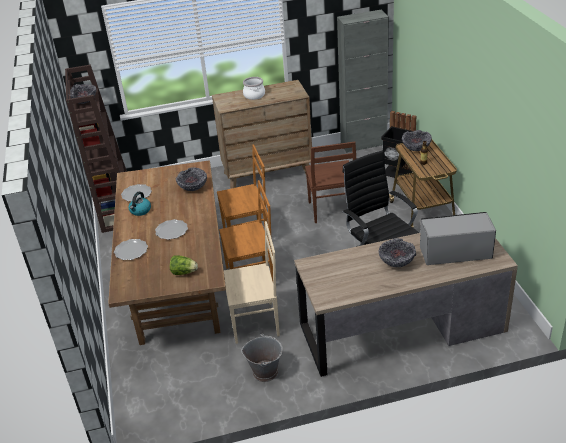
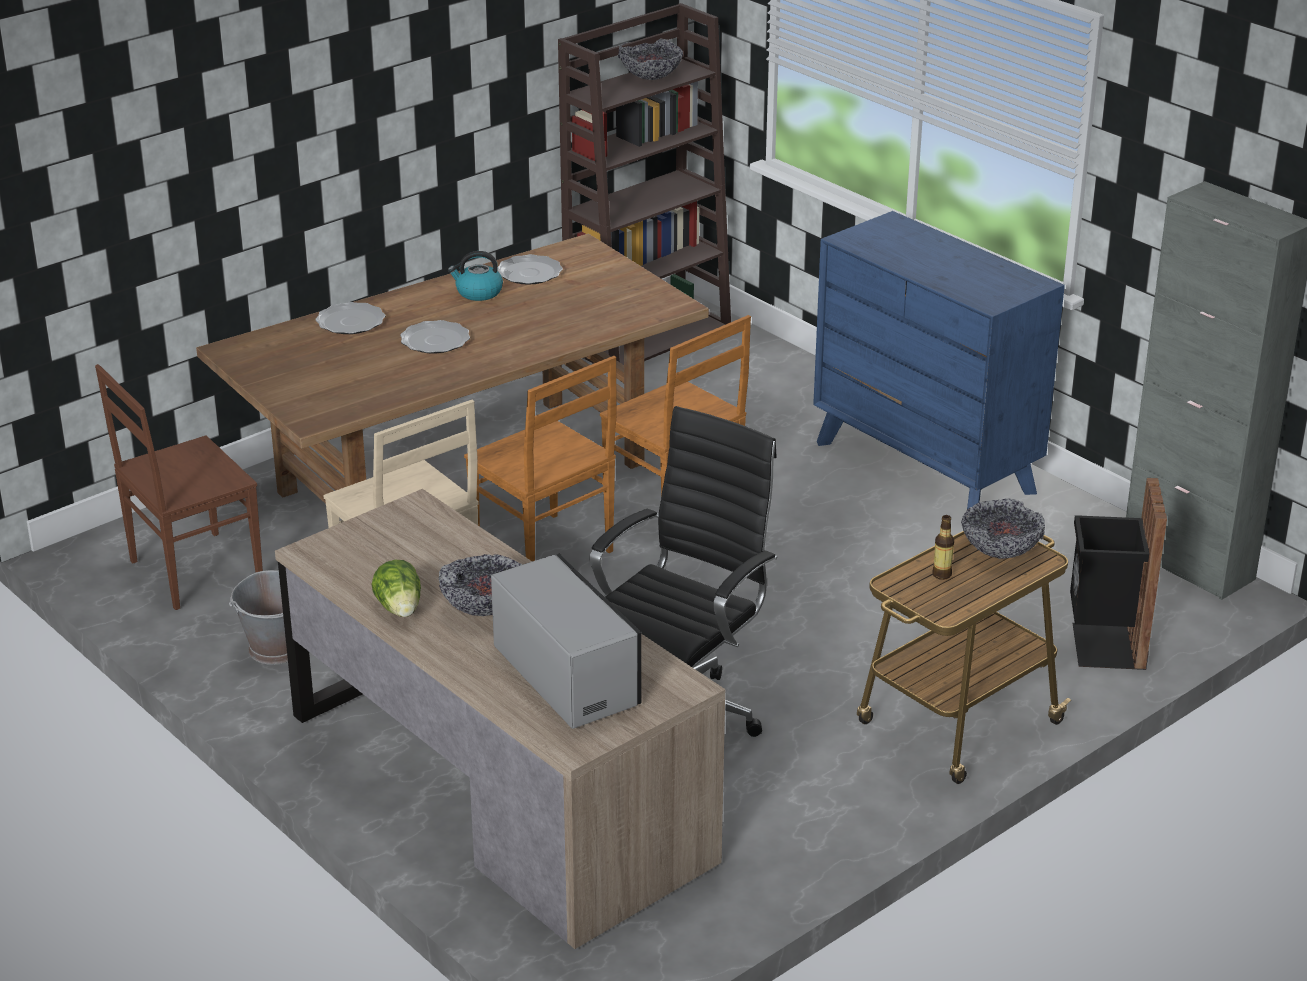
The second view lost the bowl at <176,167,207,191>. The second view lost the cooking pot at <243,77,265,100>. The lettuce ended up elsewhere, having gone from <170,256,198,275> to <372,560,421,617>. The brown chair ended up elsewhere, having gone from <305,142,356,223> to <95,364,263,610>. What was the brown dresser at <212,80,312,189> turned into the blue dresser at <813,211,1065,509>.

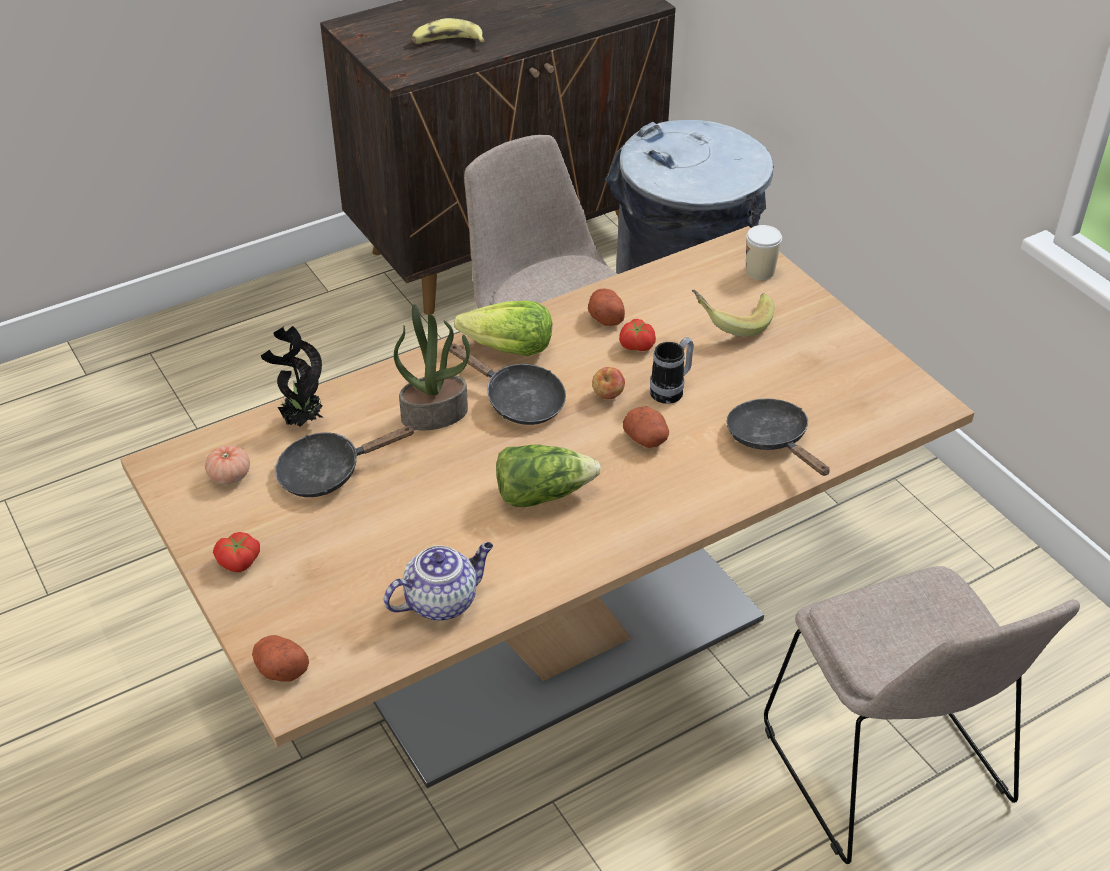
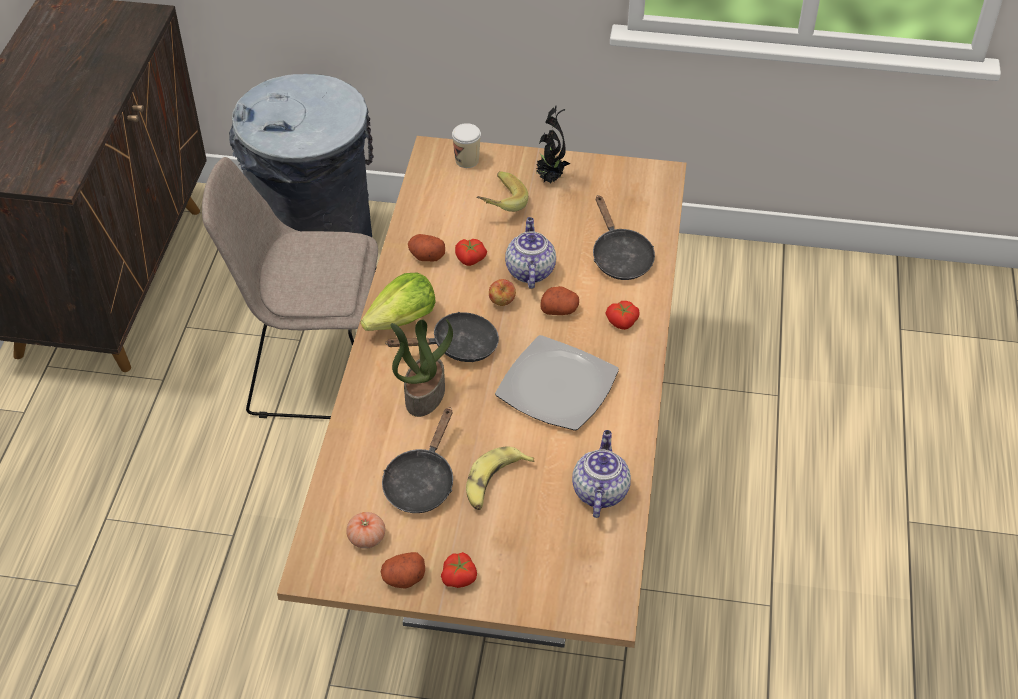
The second view lost the beige chair at <764,566,1080,864>. The second view gained the tomato at <606,301,639,330>. The potato ended up elsewhere, having gone from <252,635,309,682> to <381,552,425,589>. The potted plant ended up elsewhere, having gone from <261,326,324,427> to <535,105,571,183>. The banana ended up elsewhere, having gone from <412,18,485,44> to <466,446,534,510>. Where the lettuce stood at <496,444,601,507>, the plate came to stand at <495,335,619,431>. Where the mug stood at <650,337,694,404>, the teapot came to stand at <505,217,556,289>. The black frying pan at <727,399,830,476> ended up facing another way, 120 degrees counterclockwise from before.

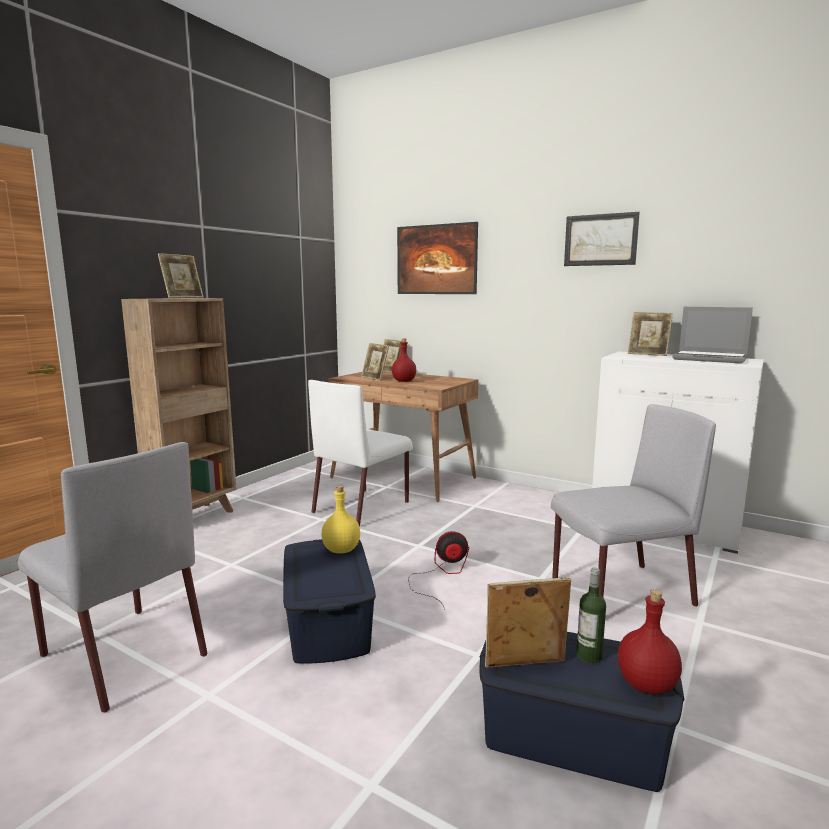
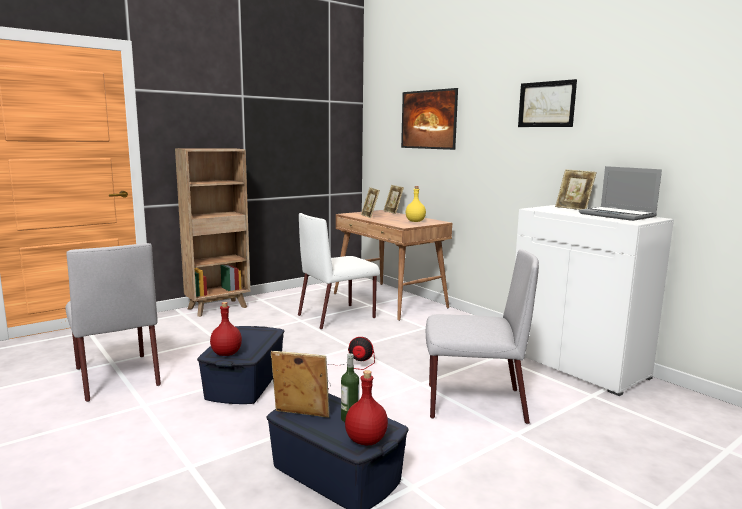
The second view lost the picture frame at <158,253,204,298>. The yellow bottle ended up elsewhere, having gone from <322,485,360,553> to <406,186,426,222>. The red bottle ended up elsewhere, having gone from <392,339,416,382> to <210,302,242,356>.

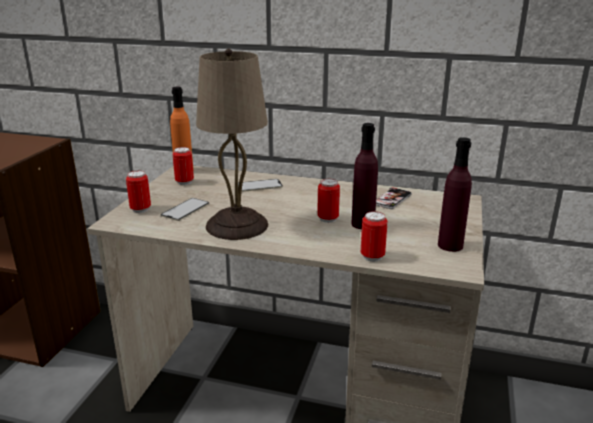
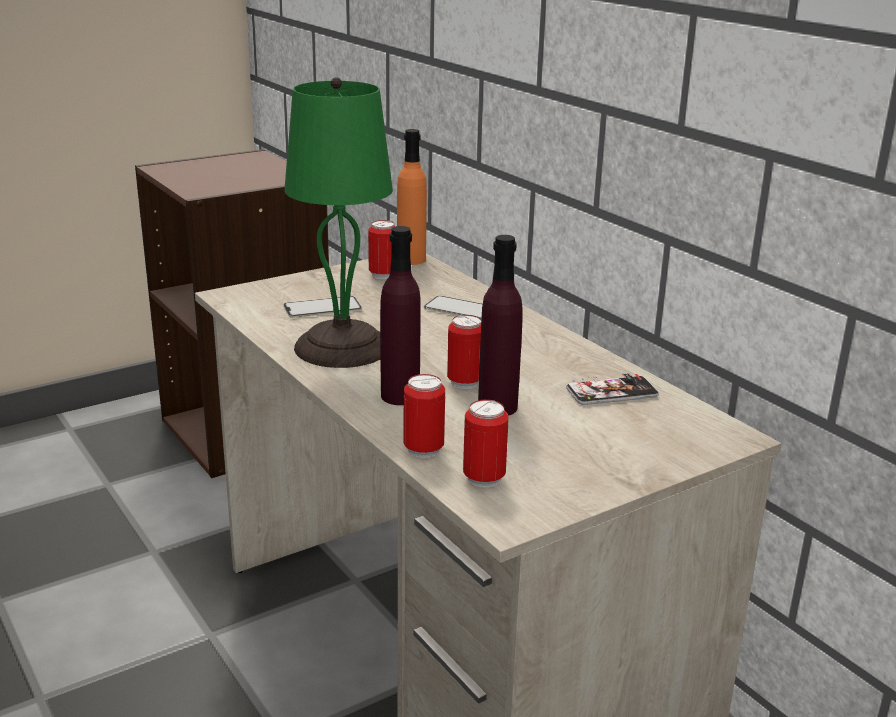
The can ended up elsewhere, having gone from <126,170,151,213> to <463,400,508,488>. The purple bottle ended up elsewhere, having gone from <438,137,472,252> to <380,226,421,405>. What was the beige table lamp at <196,48,268,240> turned into the green table lamp at <284,77,393,368>.

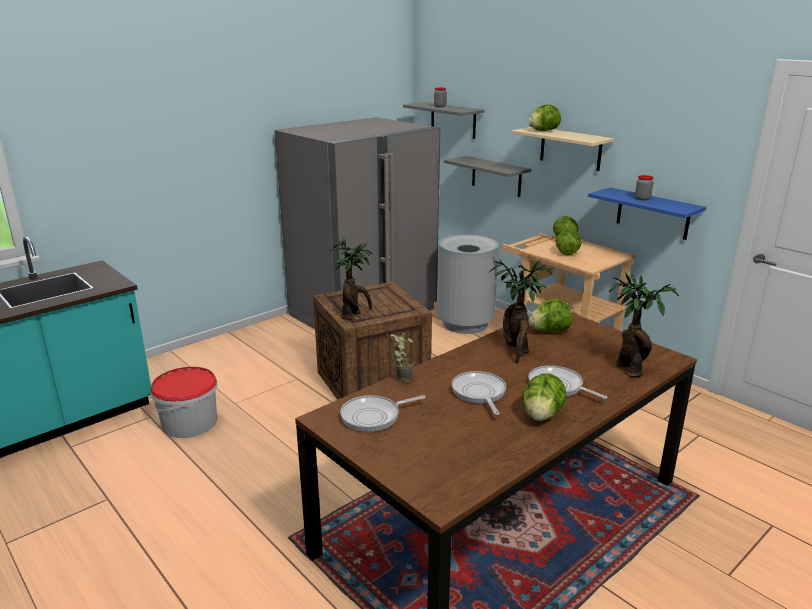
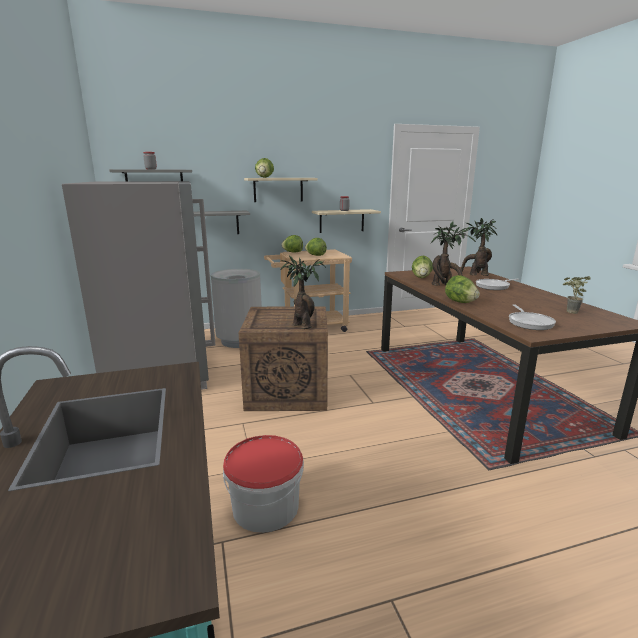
The second view lost the frying pan at <451,371,506,415>. The potted plant ended up elsewhere, having gone from <391,331,414,383> to <563,276,590,314>. The lettuce ended up elsewhere, having gone from <521,373,566,421> to <445,275,480,303>. What was the blue shelf at <588,187,706,240> turned into the beige shelf at <312,209,381,233>.

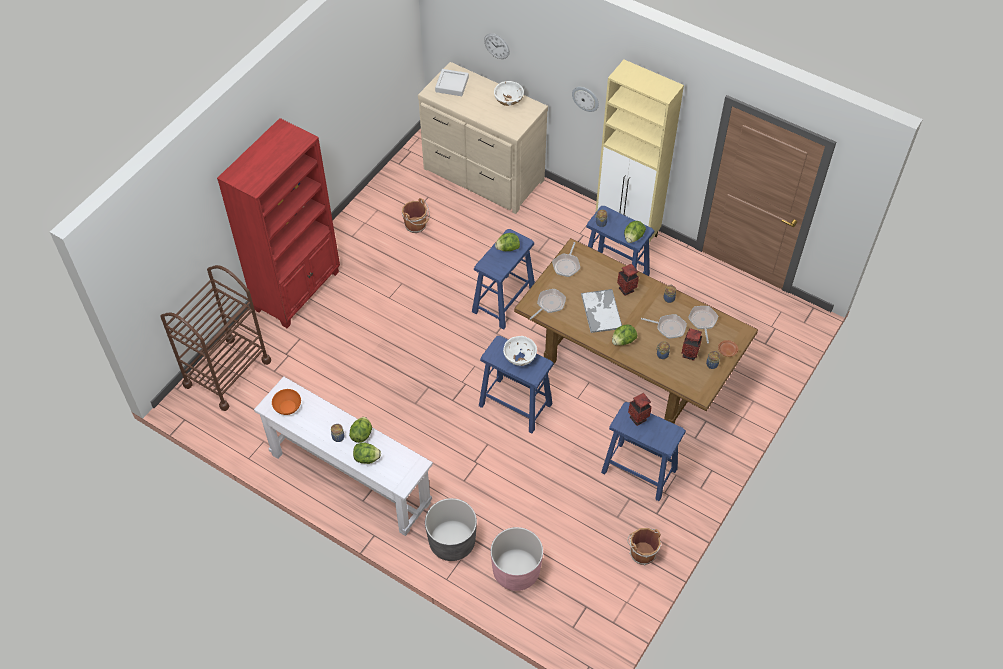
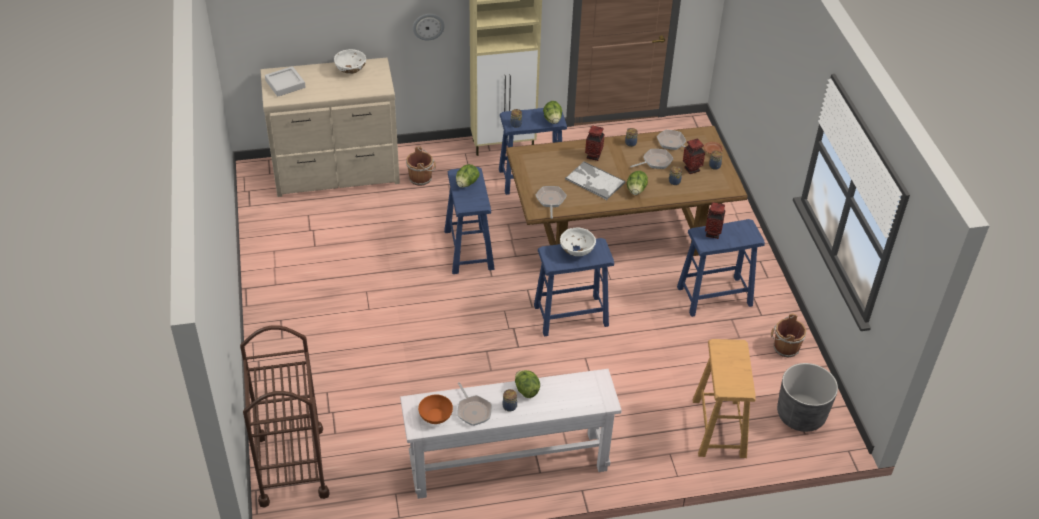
The second view lost the red bookcase at <217,118,340,328>. The second view lost the lettuce at <353,443,381,464>. The second view lost the wall clock at <484,33,510,59>. The brown bucket ended up elsewhere, having gone from <402,198,430,233> to <406,146,436,186>. The grey planter ended up elsewhere, having gone from <425,498,477,561> to <777,363,838,432>. The frying pan ended up elsewhere, having gone from <552,242,580,277> to <457,382,492,426>. Where the pink planter stood at <491,527,543,591>, the beige stool came to stand at <693,339,756,458>.

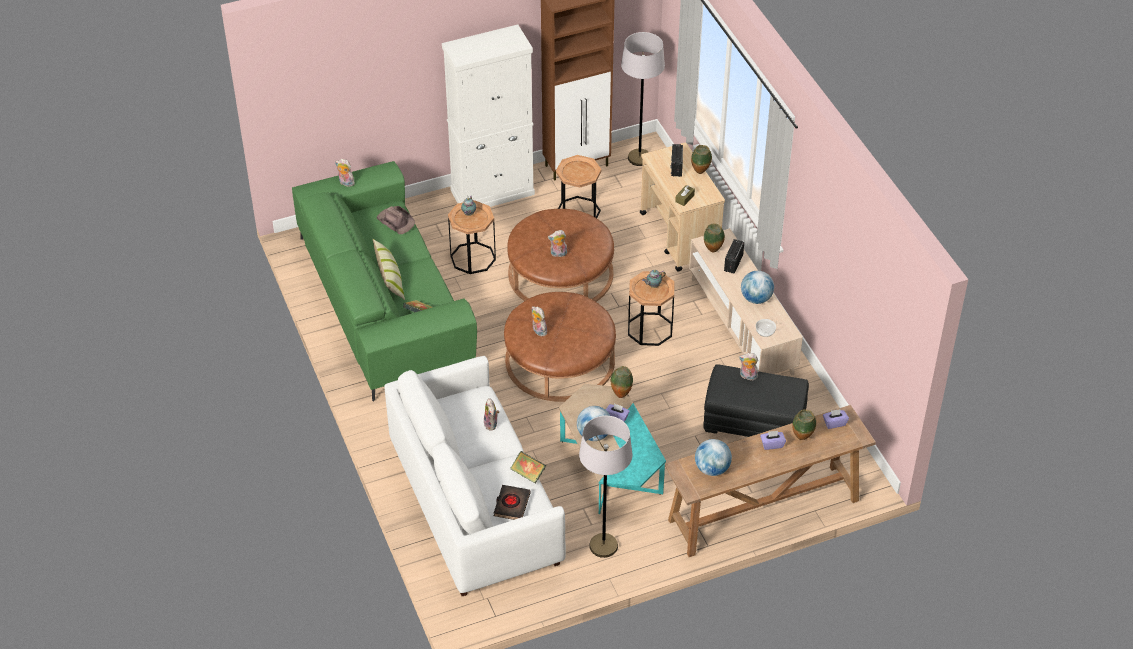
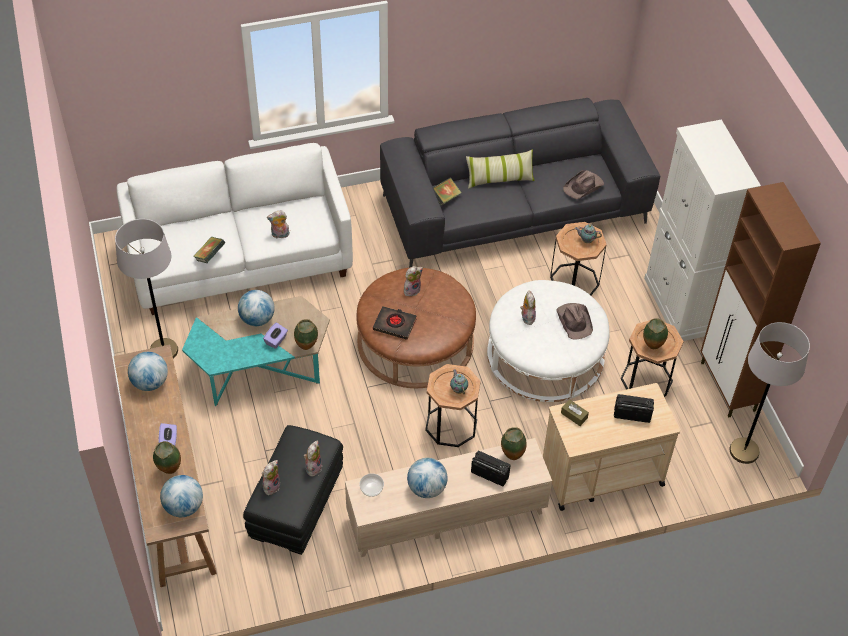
The second view gained the brown hat at <556,303,593,339>. The plush toy ended up elsewhere, having gone from <335,159,355,187> to <262,460,280,495>. The black book ended up elsewhere, having gone from <494,485,530,520> to <373,306,417,340>. The vase ended up elsewhere, having gone from <691,145,712,174> to <643,318,668,349>. Where the purple tissue box stood at <823,409,849,429>, the globe came to stand at <160,475,203,517>. What was the green sofa at <292,161,477,401> turned into the grey sofa at <380,98,660,268>. What was the brown ottoman at <507,209,614,302> turned into the white ottoman at <487,280,610,402>.

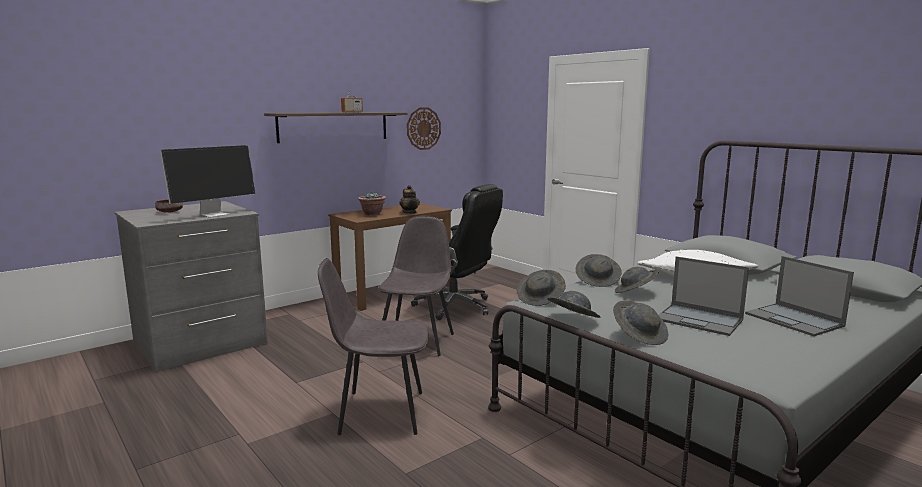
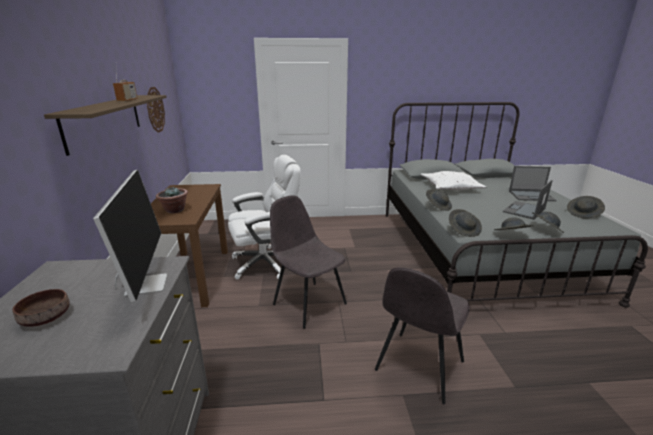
The second view lost the teapot at <399,185,420,214>. The grey hat ended up elsewhere, having gone from <615,267,659,293> to <567,196,605,218>. What was the black office chair at <411,184,503,320> turned into the white office chair at <228,155,301,280>. The laptop at <659,256,749,336> ended up facing another way, 150 degrees clockwise from before.

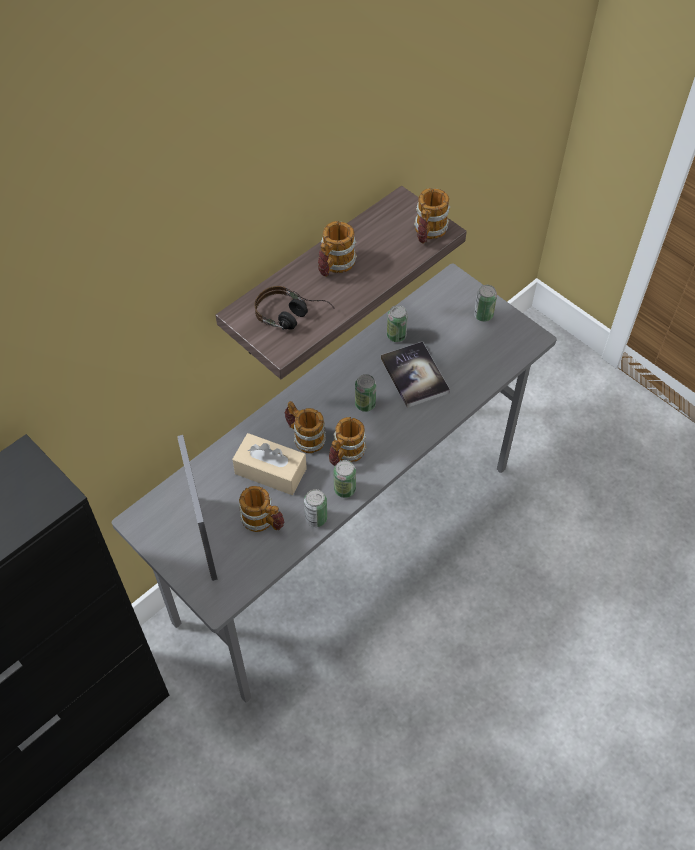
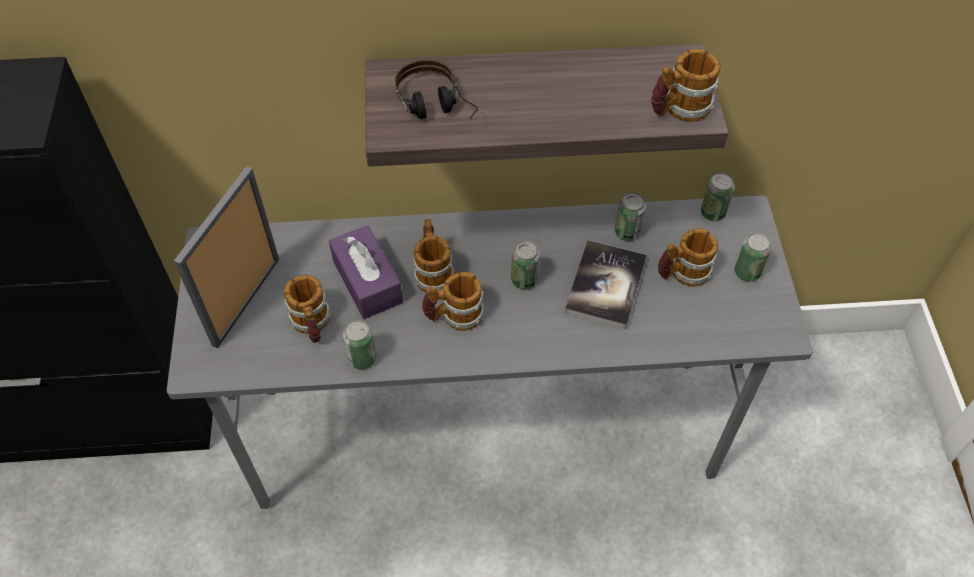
The mug ended up elsewhere, having gone from <318,221,357,277> to <658,229,718,287>. The can ended up elsewhere, having gone from <334,460,356,498> to <700,173,735,221>. What was the beige tissue box at <232,433,307,495> turned into the purple tissue box at <329,225,403,319>.

